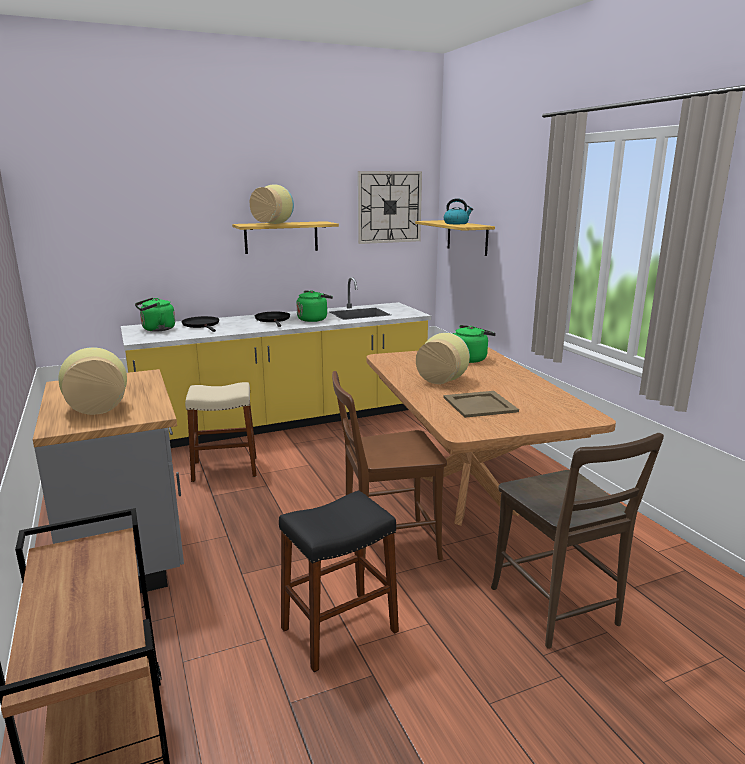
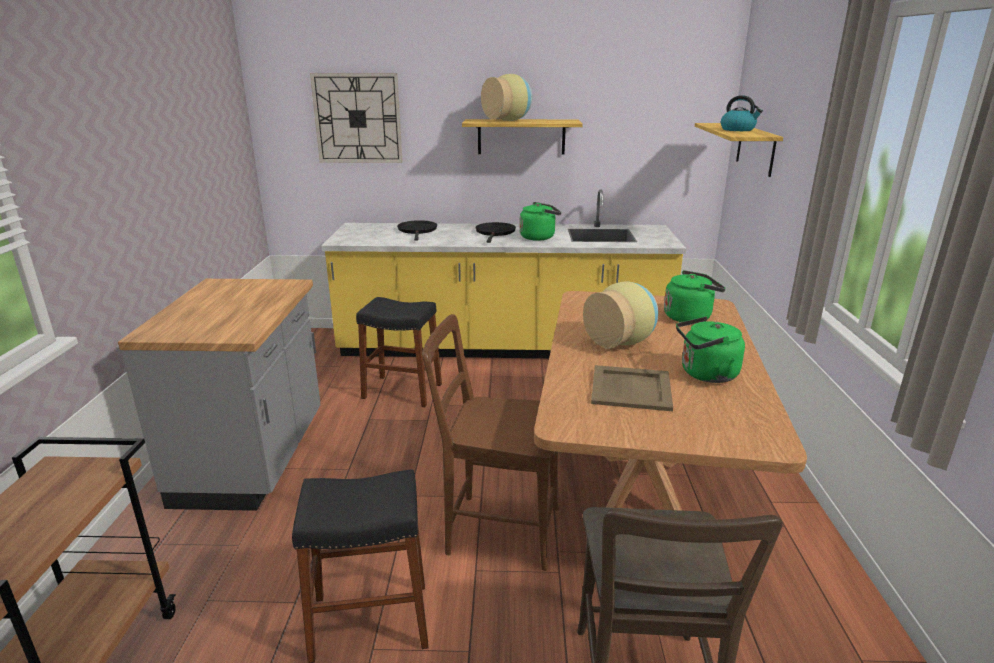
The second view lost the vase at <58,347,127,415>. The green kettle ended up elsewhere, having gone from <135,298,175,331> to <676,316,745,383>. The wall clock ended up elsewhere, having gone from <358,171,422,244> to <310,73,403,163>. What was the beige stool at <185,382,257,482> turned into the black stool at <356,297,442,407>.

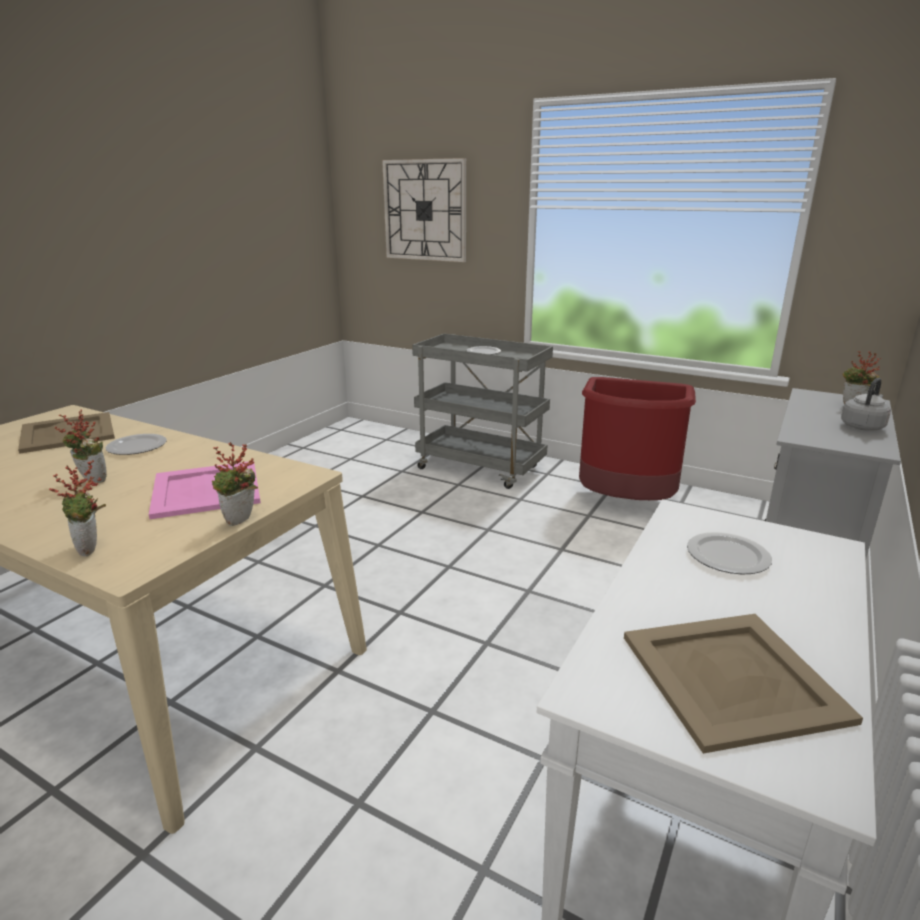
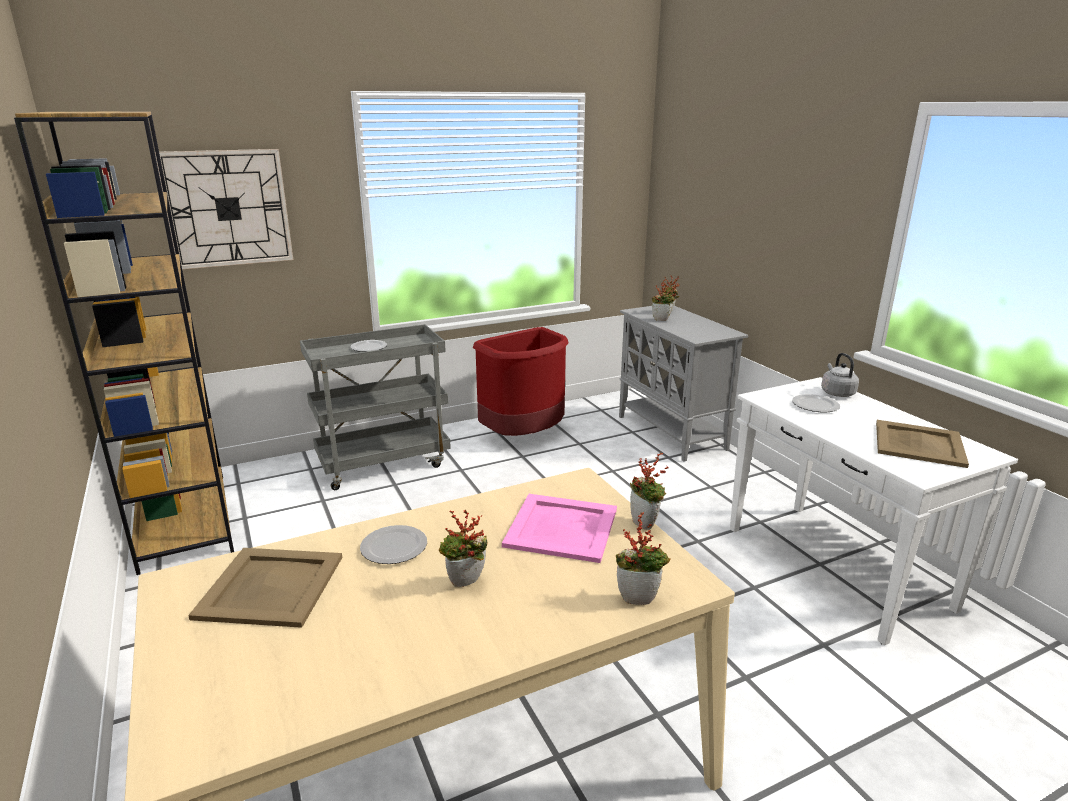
The second view gained the brown bookcase at <14,111,234,575>. The second view gained the potted plant at <652,279,675,321>. The grey kettle ended up elsewhere, having gone from <841,378,891,430> to <821,353,859,397>.

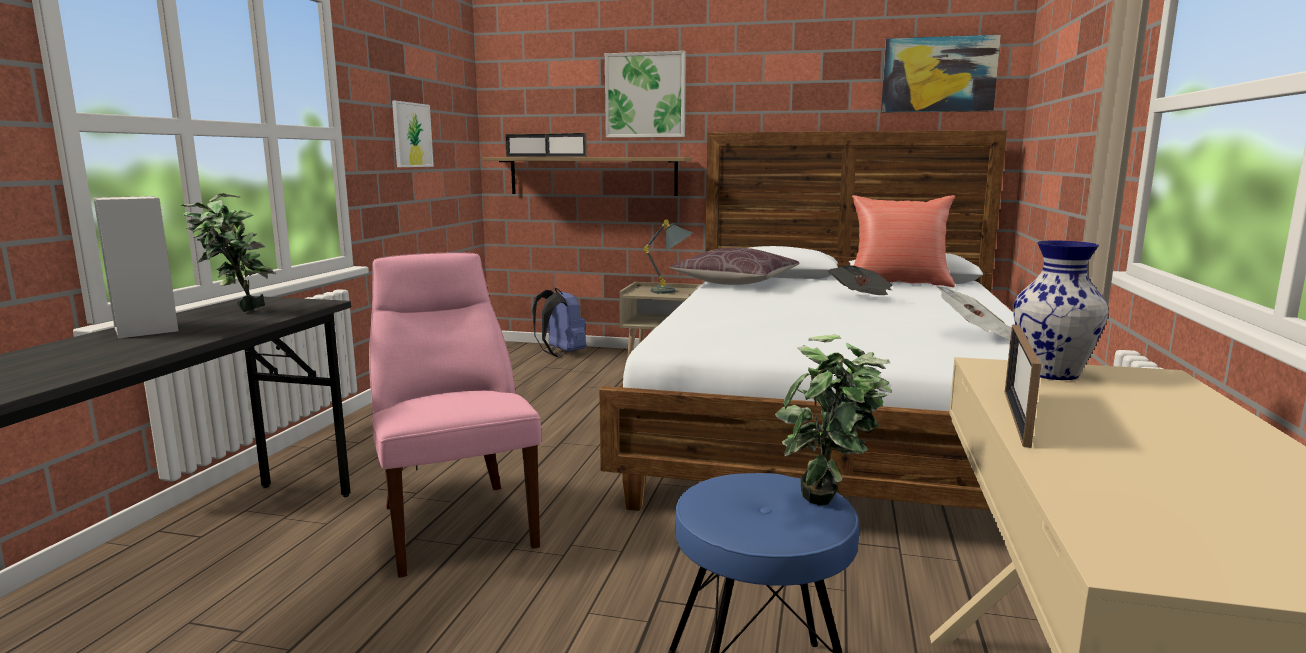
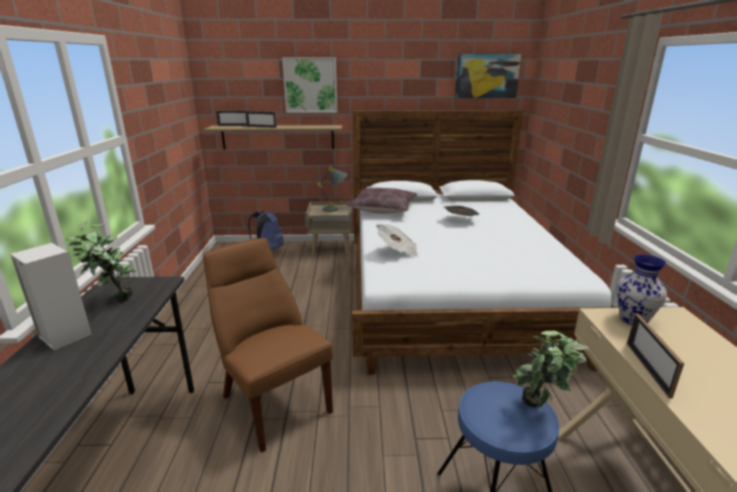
The second view lost the picture at <392,101,434,167>. The second view lost the red pillow at <852,195,955,287>. The newspaper ended up elsewhere, having gone from <936,285,1012,340> to <376,224,418,257>. What was the pink chair at <369,252,541,578> turned into the brown chair at <203,238,333,453>.

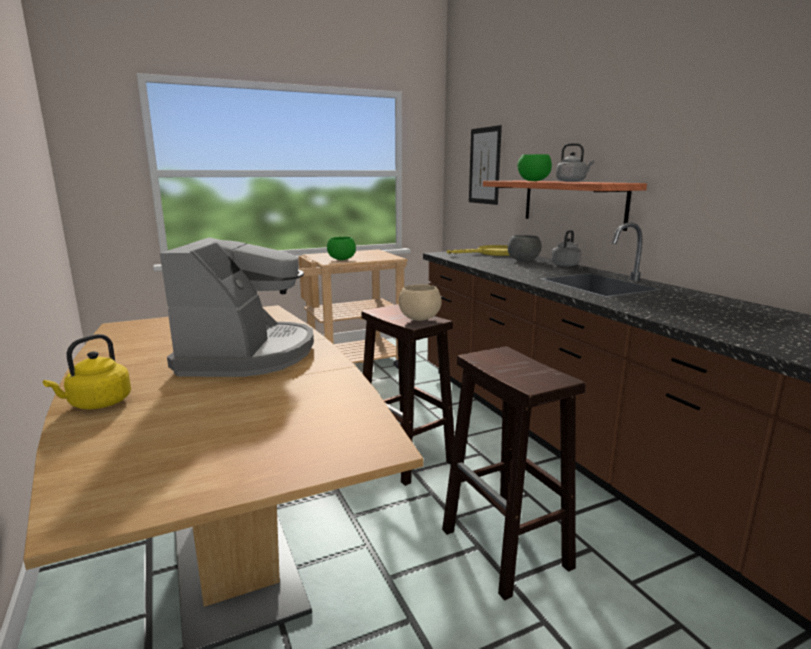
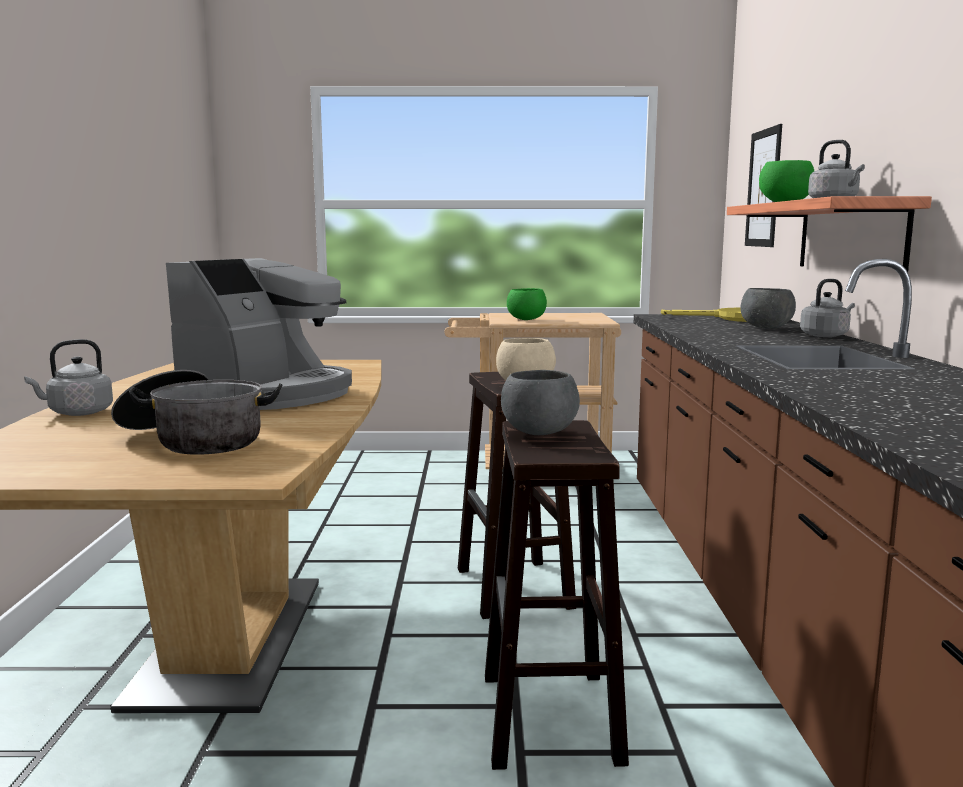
The second view gained the cooking pot at <111,370,282,455>. The second view gained the grey bowl at <501,370,580,435>. What was the yellow kettle at <43,334,131,409> turned into the grey kettle at <24,339,113,416>.

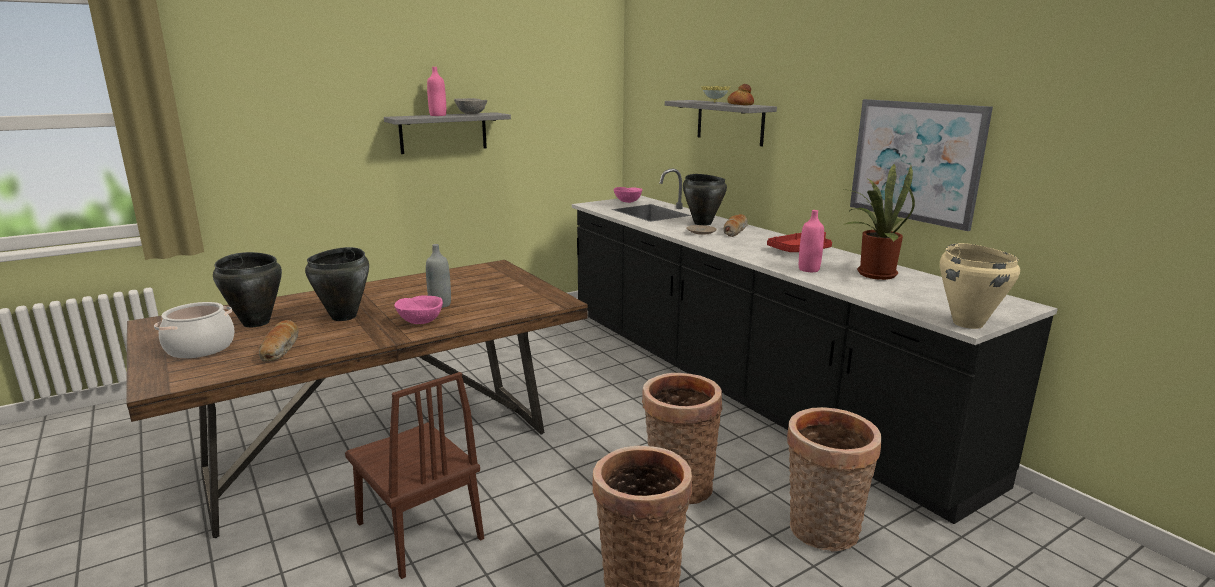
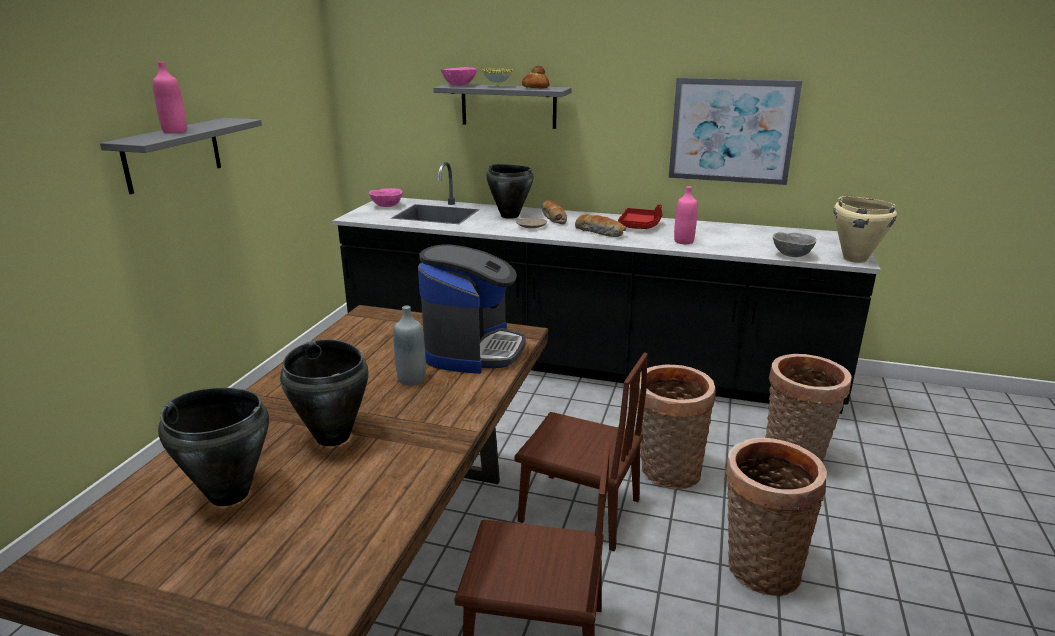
The second view lost the cooking pot at <154,302,235,358>. The second view lost the potted plant at <842,163,915,280>. The second view gained the coffee machine at <418,245,526,374>. The second view gained the brown chair at <514,352,648,551>. The bread ended up elsewhere, having gone from <259,320,299,362> to <575,214,626,237>. The pink bowl ended up elsewhere, having gone from <394,296,443,324> to <441,67,477,86>. The grey bowl ended up elsewhere, having gone from <454,98,487,114> to <773,232,816,257>.

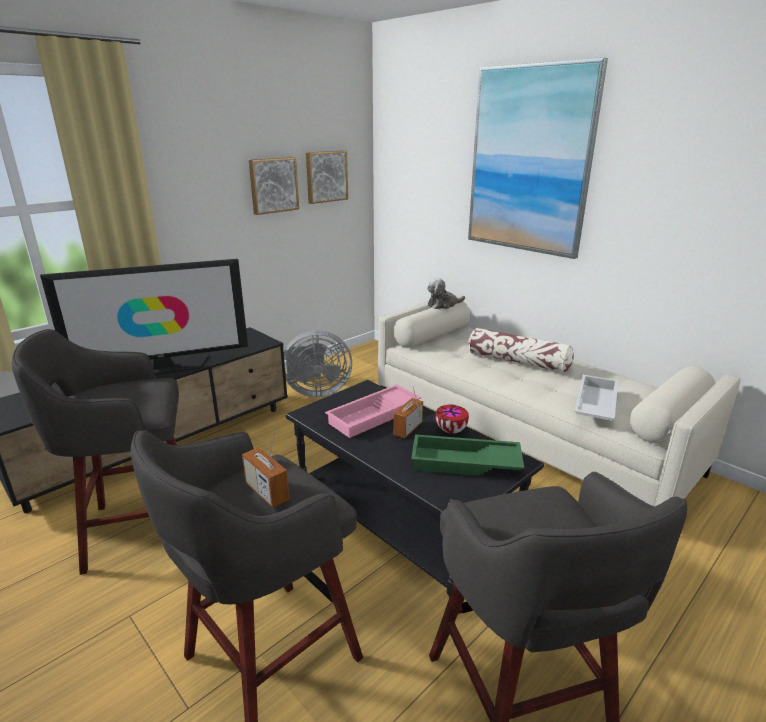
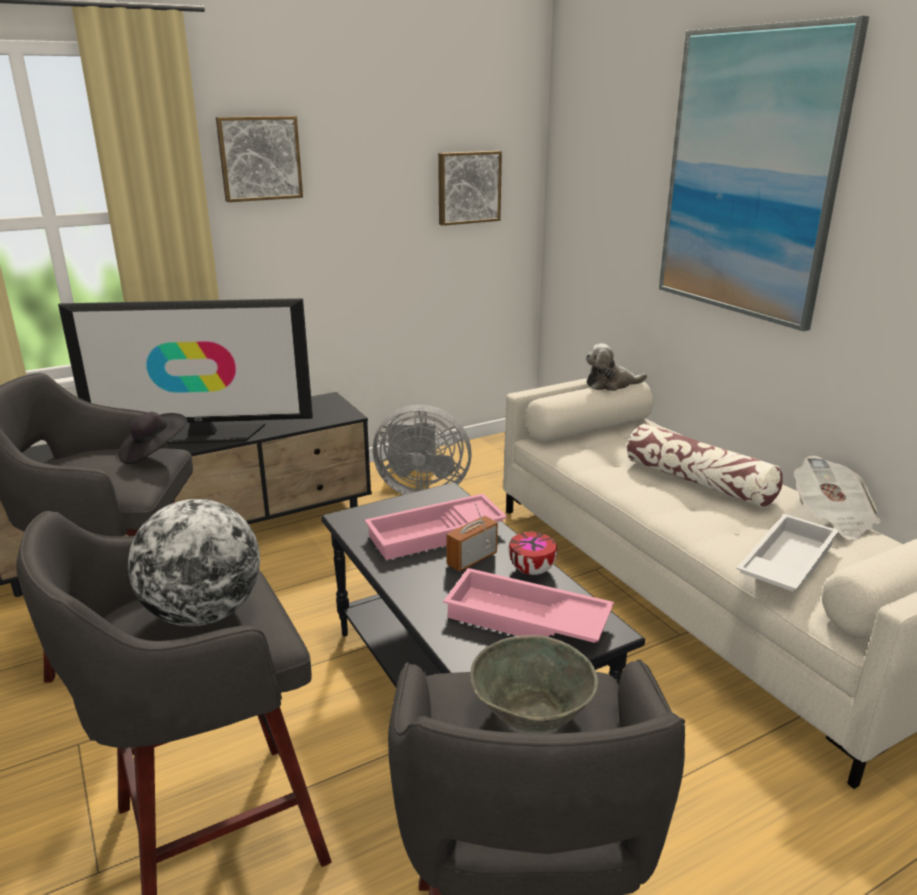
The second view gained the black hat at <118,412,187,464>. The second view gained the grey bowl at <470,635,598,733>. The second view gained the newspaper at <794,456,881,540>. The picture ended up elsewhere, having gone from <249,157,299,215> to <216,116,303,202>. Where the radio stood at <242,426,289,508>, the globe came to stand at <128,499,260,626>. What was the green tray at <411,435,524,476> turned into the pink tray at <443,568,614,643>.

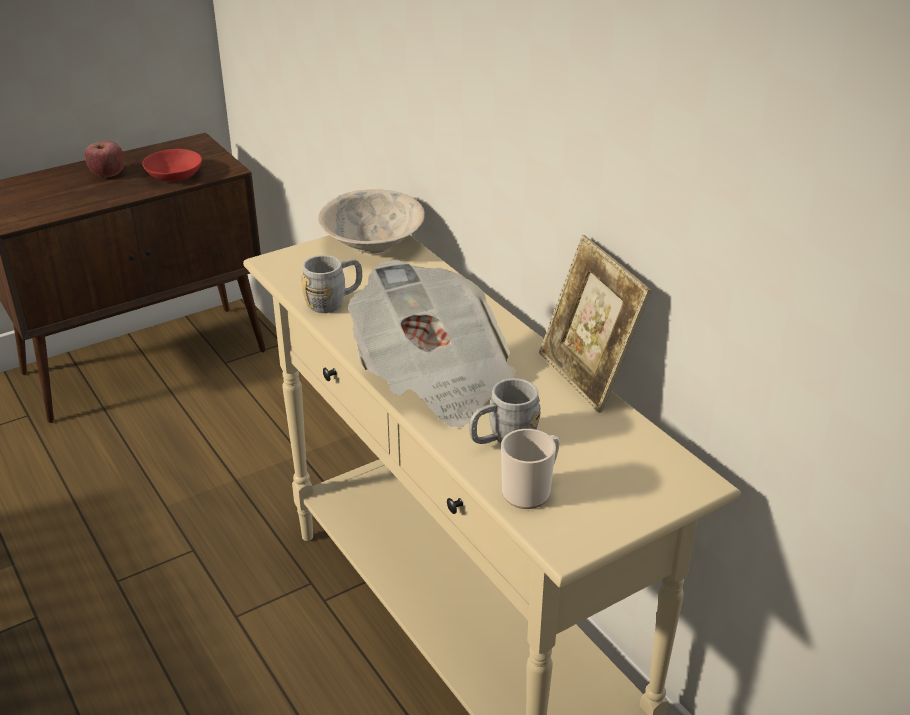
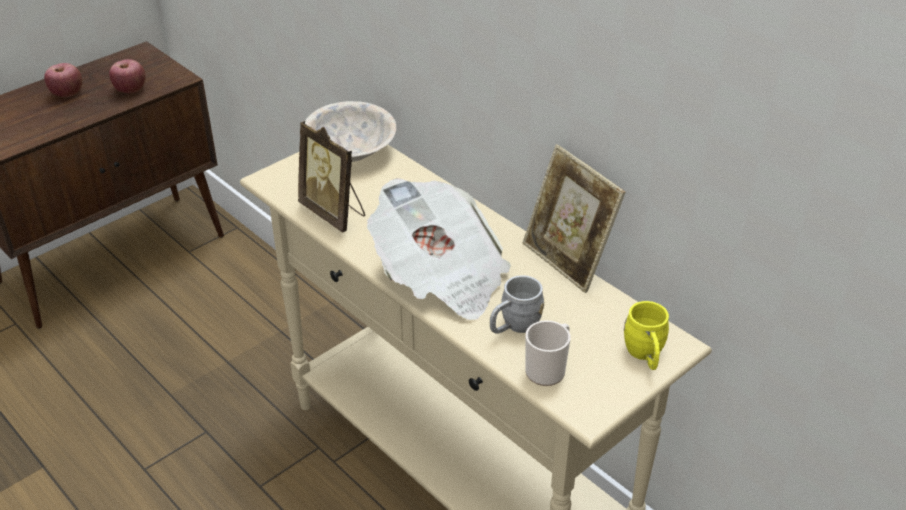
The second view gained the yellow mug at <624,301,669,370>. Where the red bowl stood at <142,149,202,182>, the apple came to stand at <109,59,146,93>. Where the grey mug stood at <301,255,362,313>, the picture frame came to stand at <298,121,365,232>.

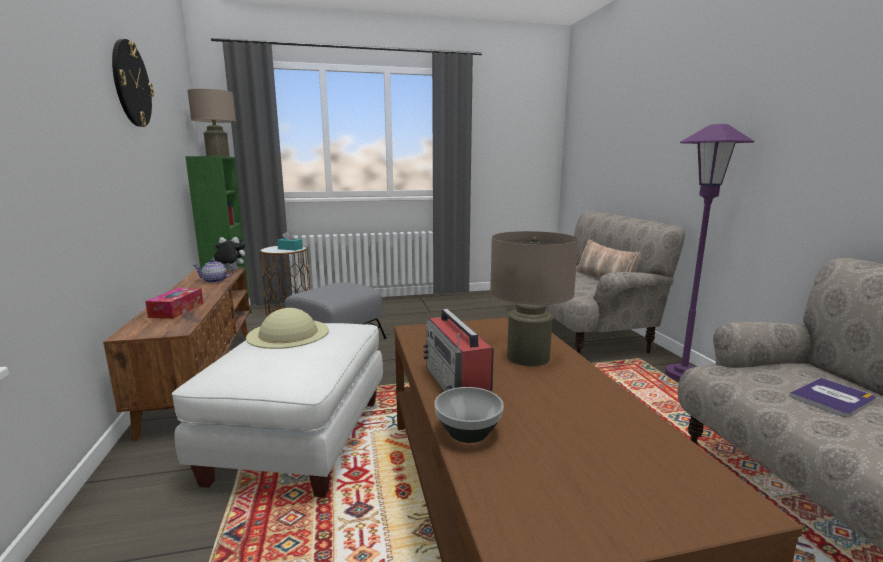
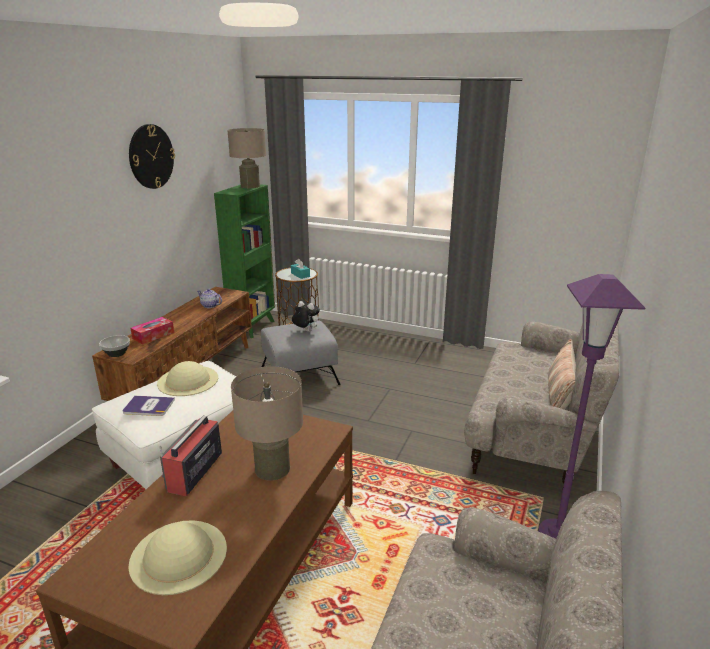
The second view gained the beige hat at <128,520,227,595>. The plush toy ended up elsewhere, having gone from <213,237,245,271> to <292,301,320,332>. The bowl ended up elsewhere, having gone from <434,387,504,443> to <99,335,130,357>. The book ended up elsewhere, having gone from <789,378,876,417> to <123,396,175,416>.

